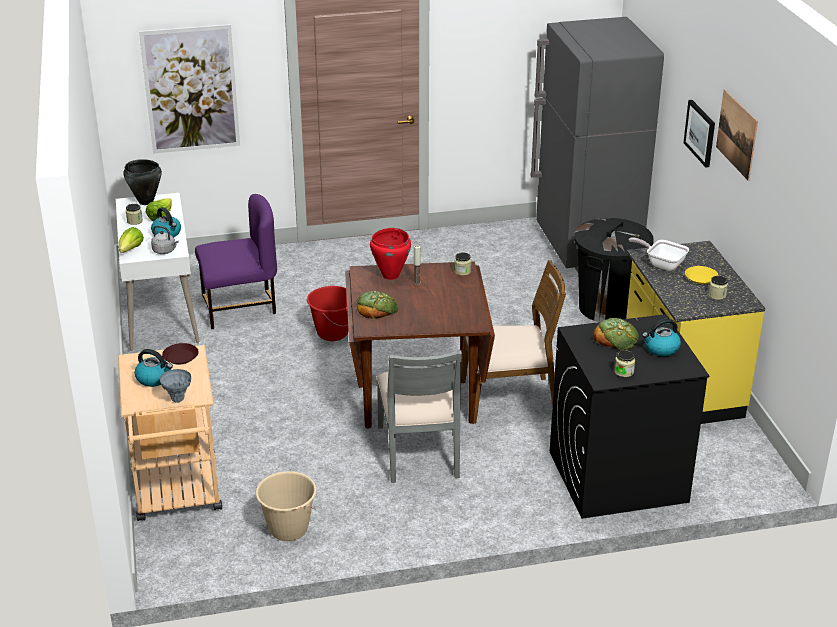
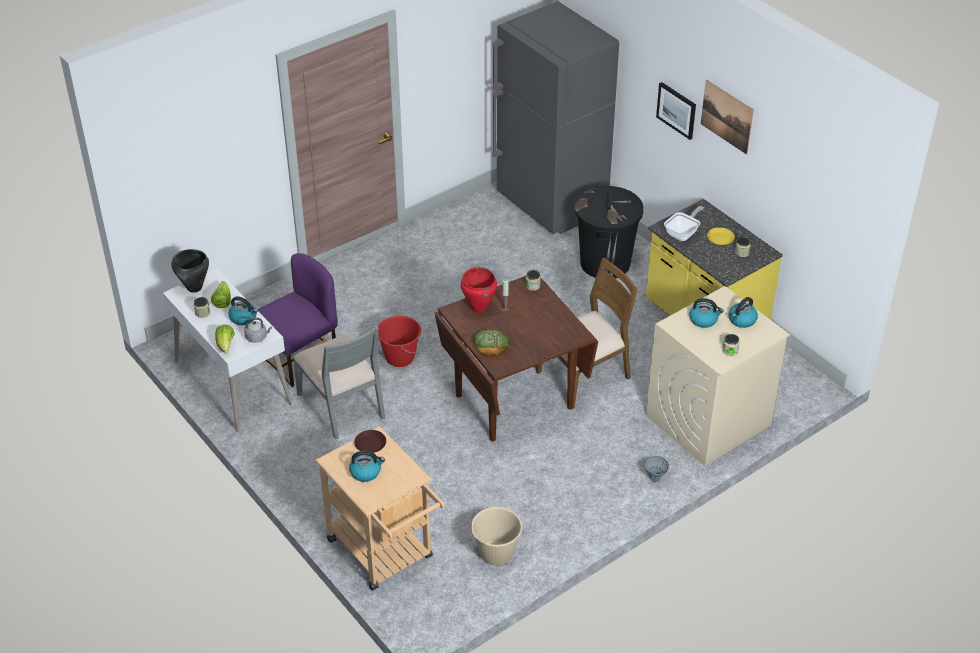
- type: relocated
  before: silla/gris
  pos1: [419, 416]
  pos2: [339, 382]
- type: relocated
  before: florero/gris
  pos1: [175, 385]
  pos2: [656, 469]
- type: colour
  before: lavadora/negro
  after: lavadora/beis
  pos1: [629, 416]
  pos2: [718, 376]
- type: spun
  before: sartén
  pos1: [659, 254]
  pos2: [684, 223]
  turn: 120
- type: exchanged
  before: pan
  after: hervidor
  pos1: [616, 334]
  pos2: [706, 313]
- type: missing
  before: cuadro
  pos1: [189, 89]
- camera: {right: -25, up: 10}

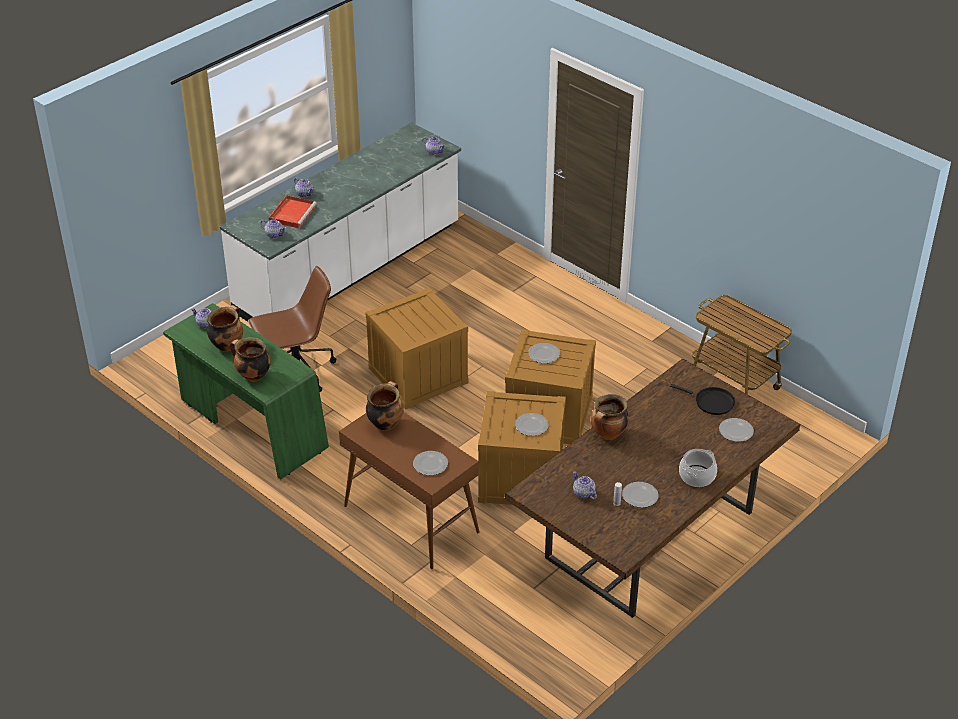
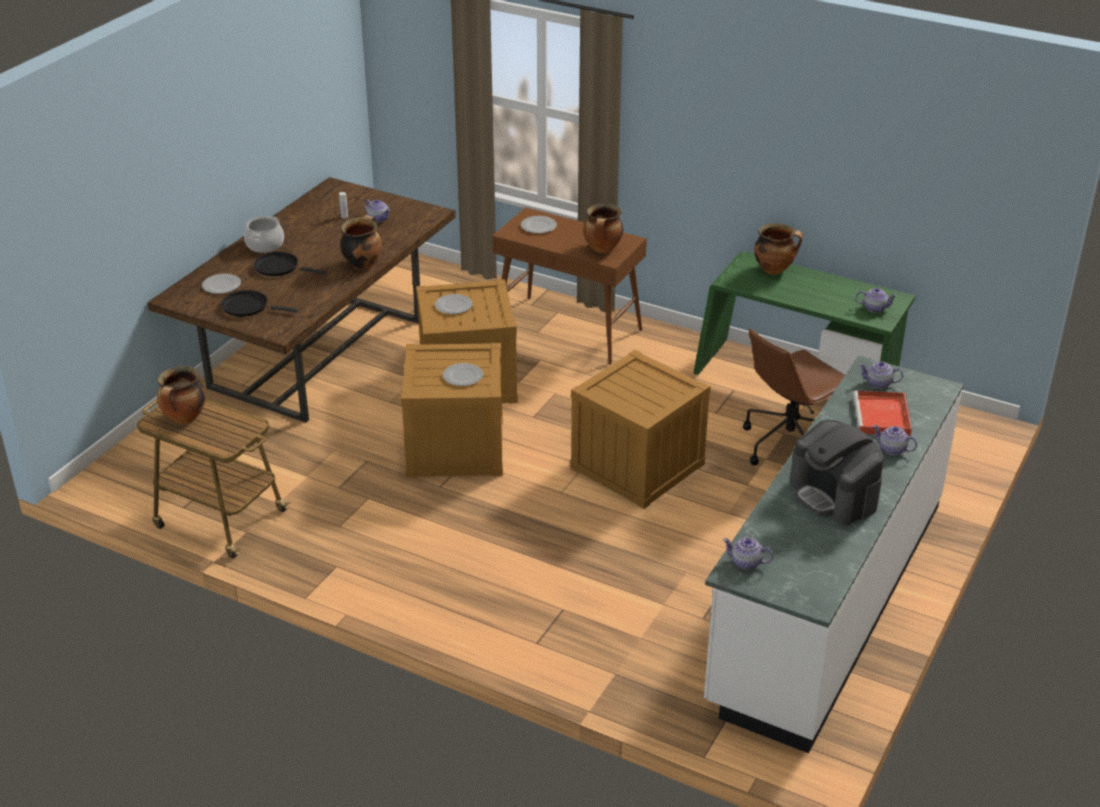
- type: relocated
  before: olla
  pos1: [225, 328]
  pos2: [181, 395]
- type: appeared
  after: sartén/negro
  pos2: [290, 264]
- type: appeared
  after: cafetera
  pos2: [837, 472]
- type: missing
  before: plato
  pos1: [640, 495]
- camera: {right: 165, up: -5}

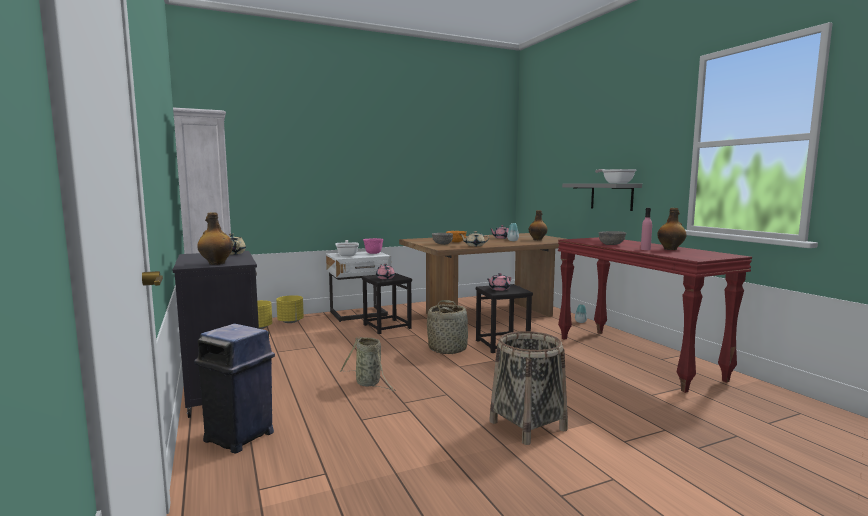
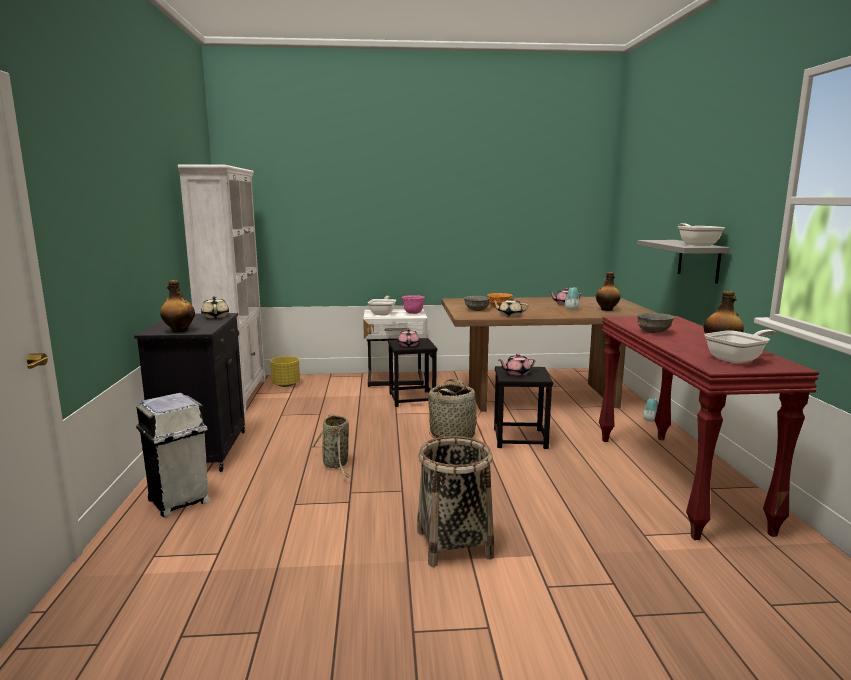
- type: colour
  before: papelera/azul
  after: papelera/blanco
  pos1: [234, 388]
  pos2: [173, 455]
- type: appeared
  after: sartén
  pos2: [740, 346]
- type: missing
  before: maceta/amarillo
  pos1: [290, 309]
- type: missing
  before: botella/rosa
  pos1: [646, 229]
- camera: {right: 20, up: 5}

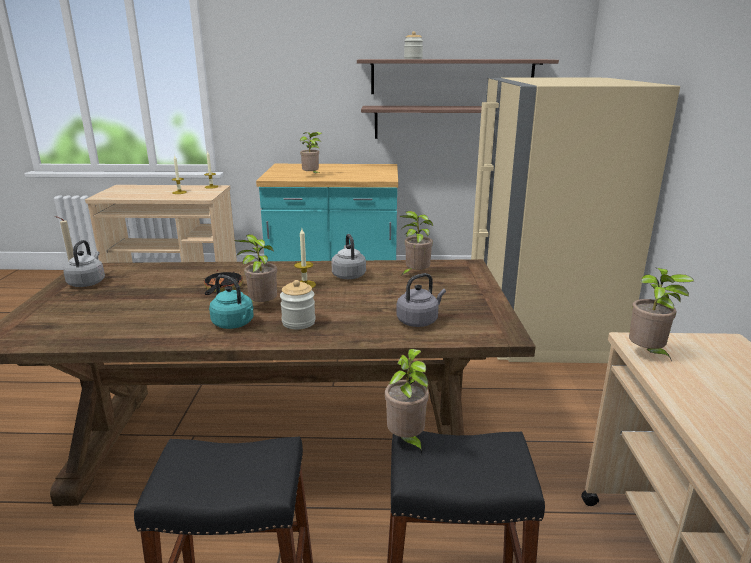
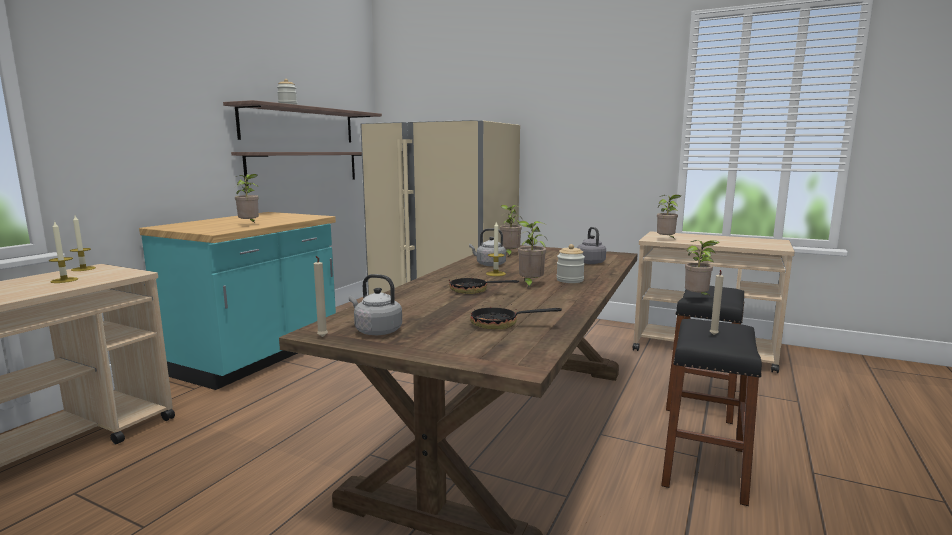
- type: appeared
  after: sartén
  pos2: [516, 317]
- type: appeared
  after: vela/beis
  pos2: [717, 302]
- type: missing
  before: hervidor/turquesa
  pos1: [231, 302]
- camera: {right: -65, up: -10}

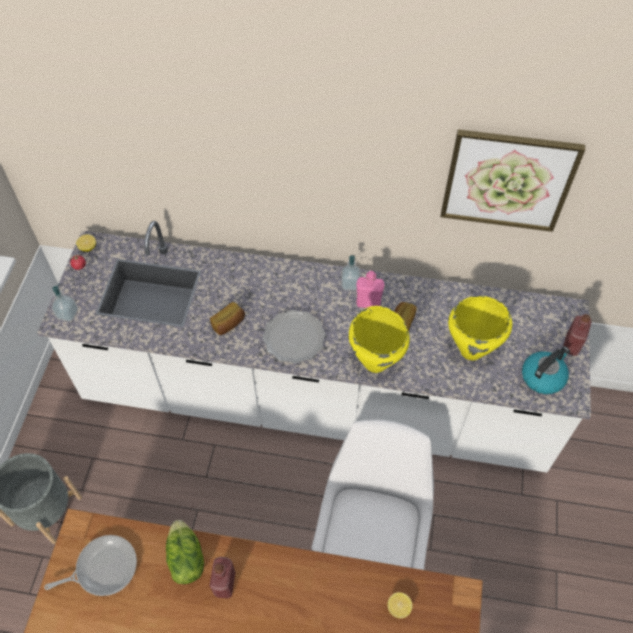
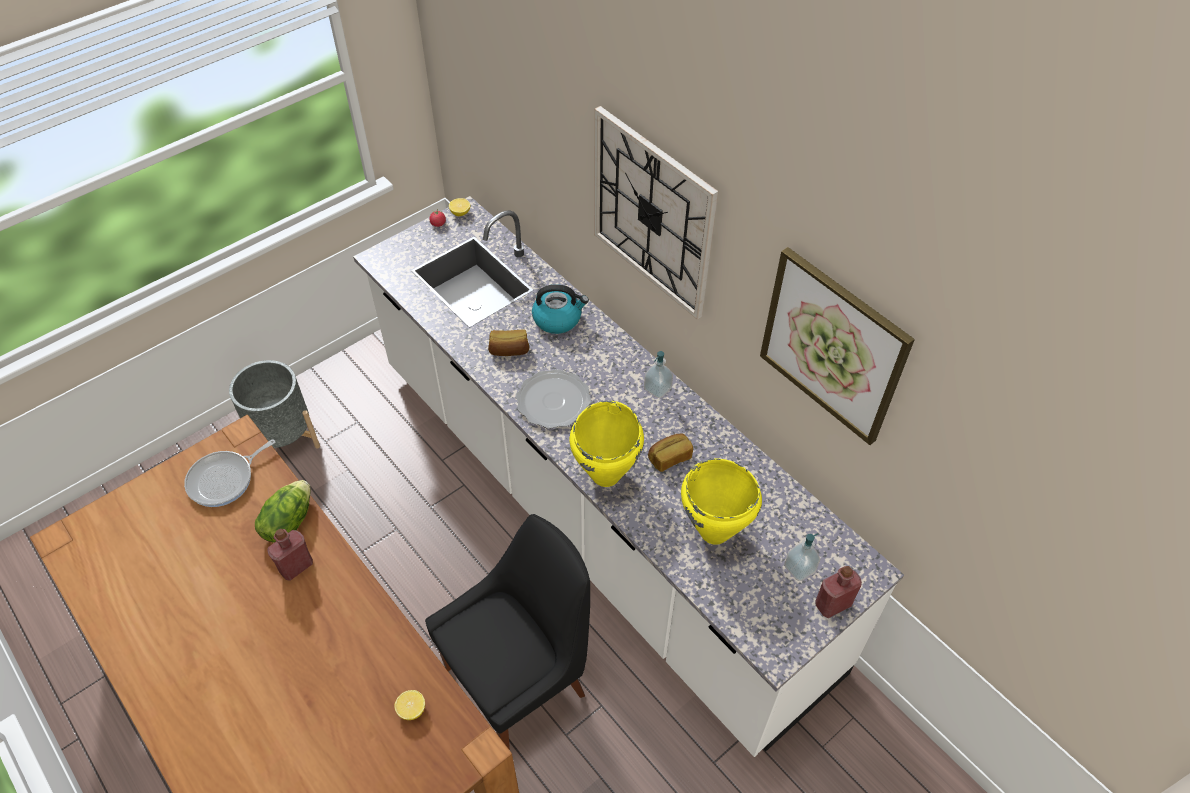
- type: spun
  before: sartén
  pos1: [90, 565]
  pos2: [229, 473]
  turn: 120
- type: colour
  before: silla/blanco
  after: silla/negro
  pos1: [373, 494]
  pos2: [507, 632]
- type: relocated
  before: hervidor
  pos1: [546, 370]
  pos2: [560, 309]
- type: appeared
  after: reloj de pared
  pos2: [656, 212]
- type: relocated
  before: dispensador de jabón
  pos1: [65, 303]
  pos2: [802, 557]
- type: missing
  before: botella/rosa
  pos1: [370, 289]
- camera: {right: 40, up: -5}

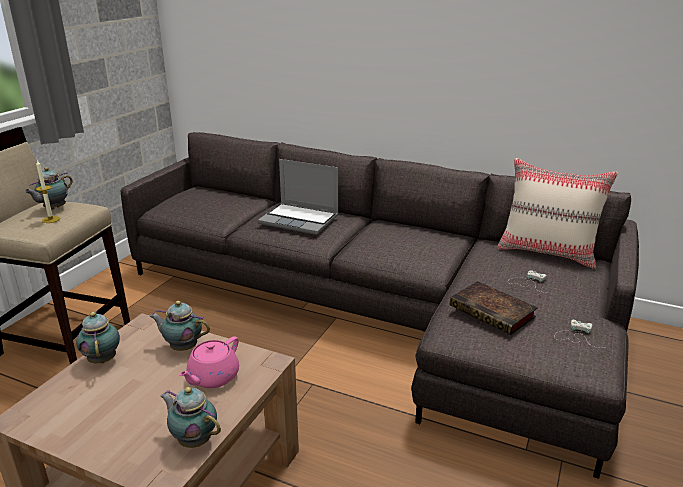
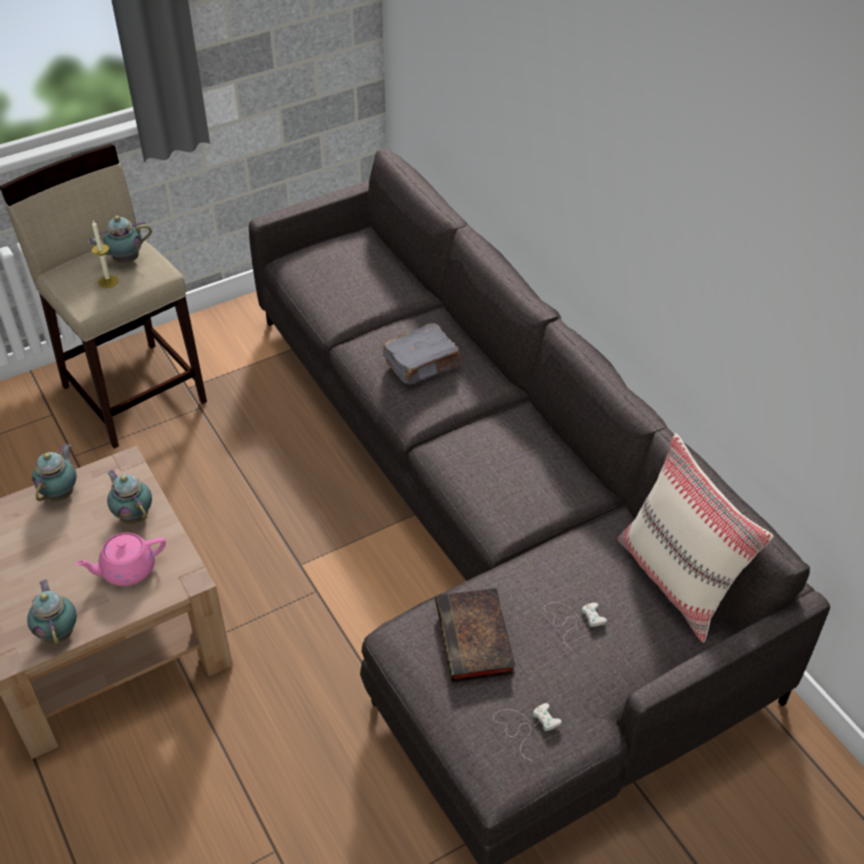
- type: exchanged
  before: portátil
  after: libro/gris
  pos1: [298, 197]
  pos2: [422, 354]
- camera: {right: 35, up: 20}

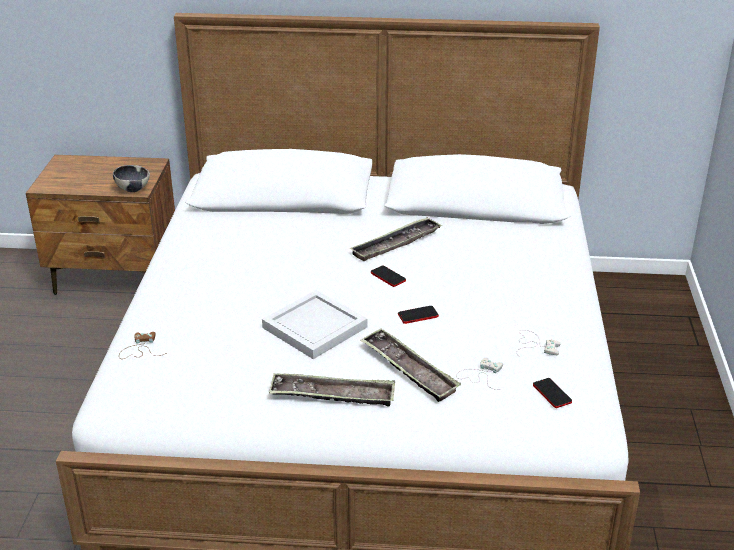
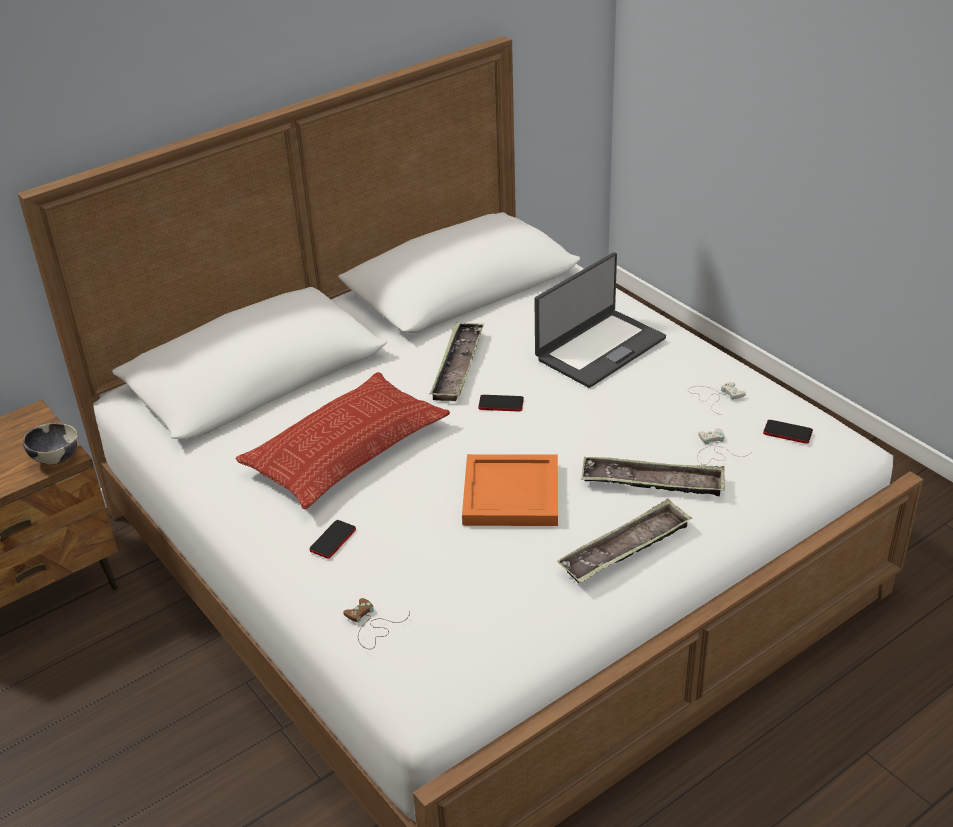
- type: appeared
  after: cojín
  pos2: [342, 440]
- type: relocated
  before: móvil
  pos1: [418, 315]
  pos2: [333, 539]
- type: colour
  before: bandeja/blanco
  after: bandeja/naranja
  pos1: [314, 324]
  pos2: [510, 490]
- type: appeared
  after: portátil
  pos2: [600, 320]
- camera: {right: -40, up: 5}

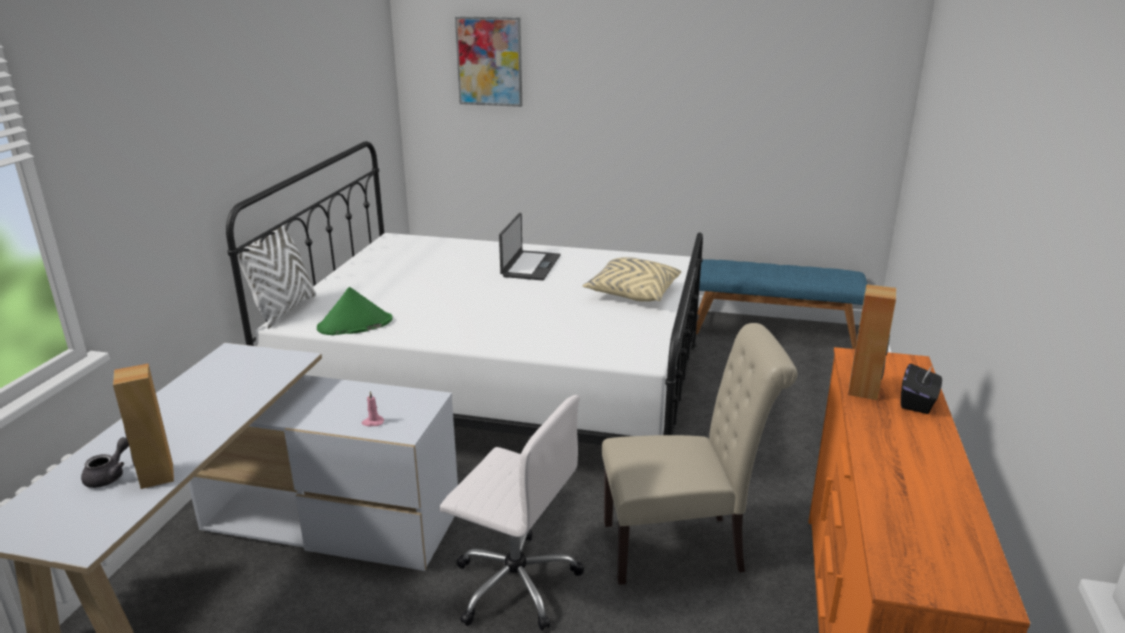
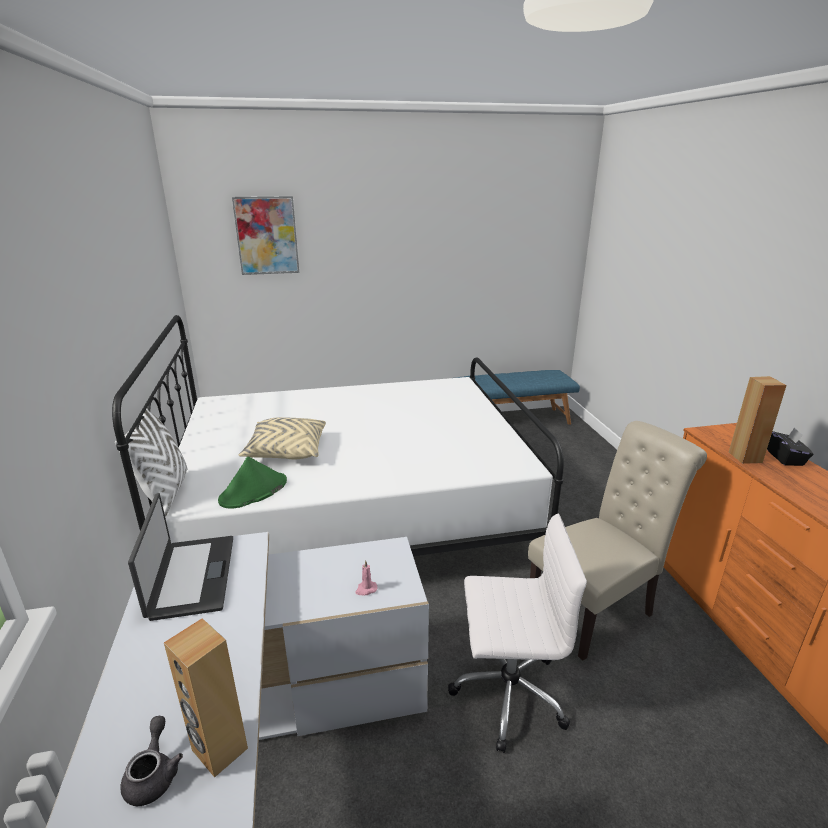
- type: relocated
  before: portátil
  pos1: [529, 246]
  pos2: [180, 557]
- type: relocated
  before: cojín/beis
  pos1: [632, 279]
  pos2: [282, 438]
- camera: {right: -25, up: 0}

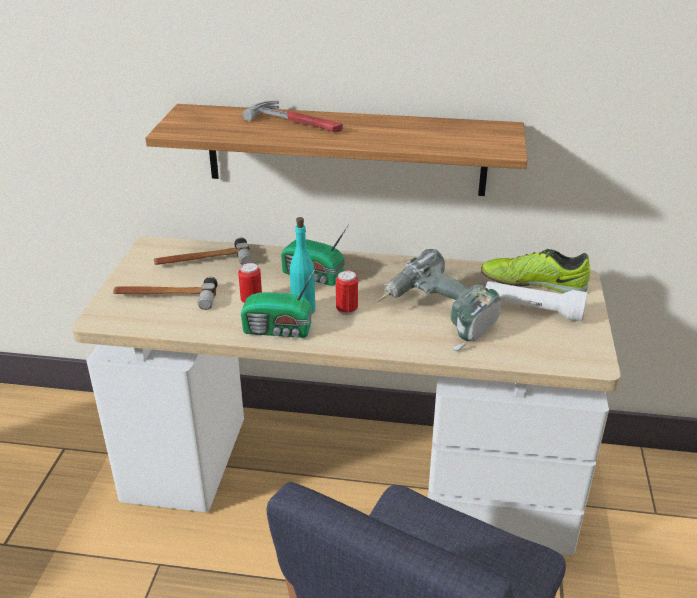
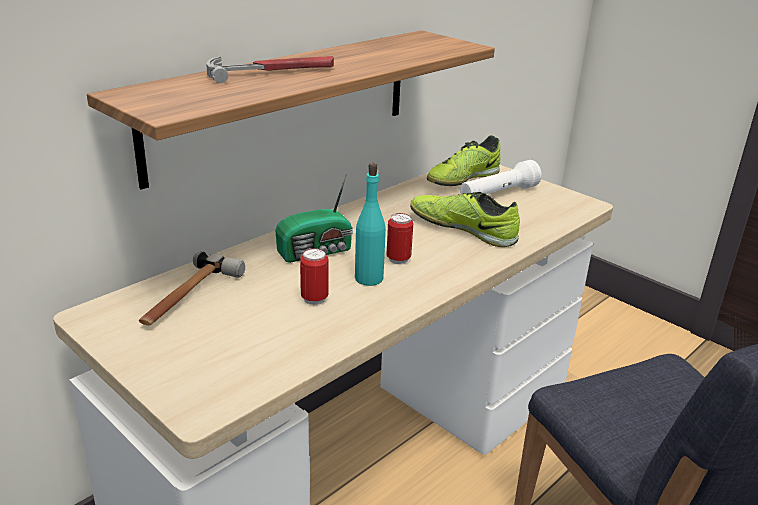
- type: exchanged
  before: taladro
  after: zapato
  pos1: [438, 300]
  pos2: [465, 219]
- type: missing
  before: martillo
  pos1: [165, 293]
- type: missing
  before: radio
  pos1: [278, 303]
- camera: {right: -55, up: -5}

